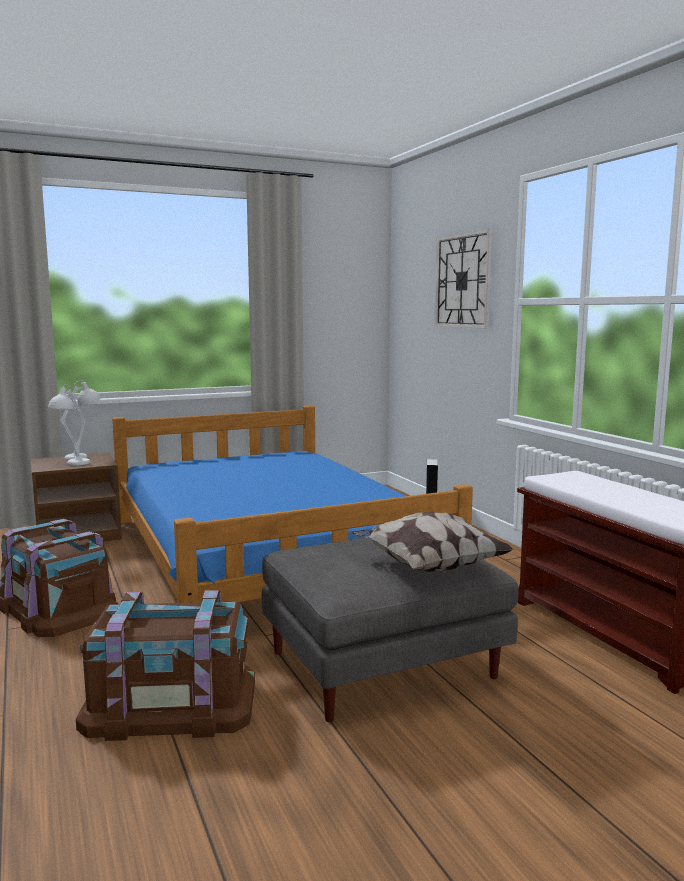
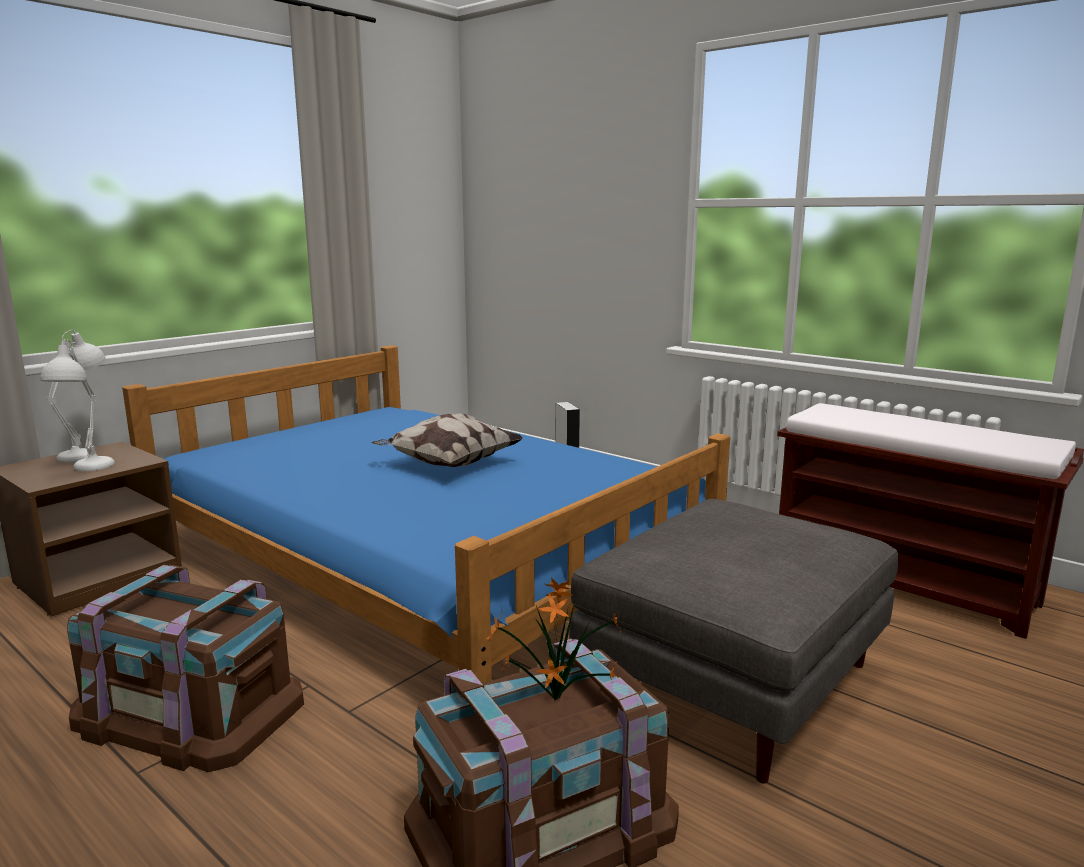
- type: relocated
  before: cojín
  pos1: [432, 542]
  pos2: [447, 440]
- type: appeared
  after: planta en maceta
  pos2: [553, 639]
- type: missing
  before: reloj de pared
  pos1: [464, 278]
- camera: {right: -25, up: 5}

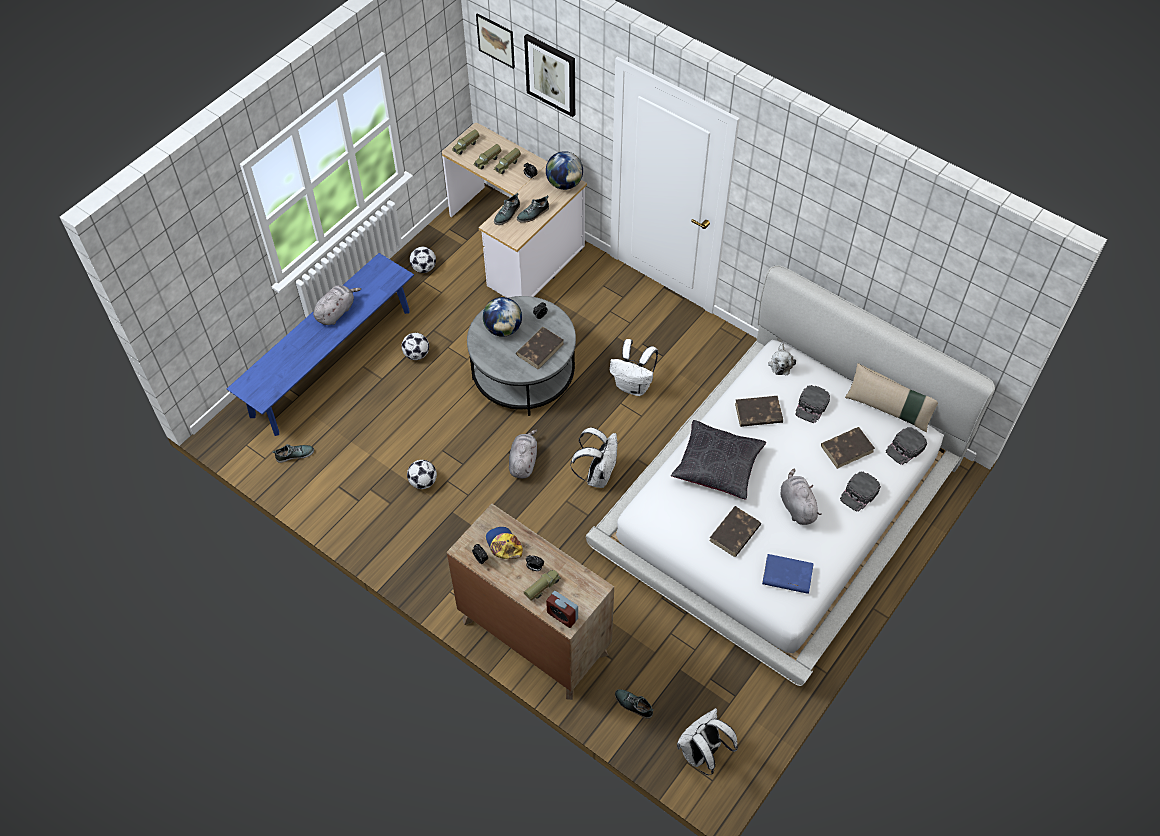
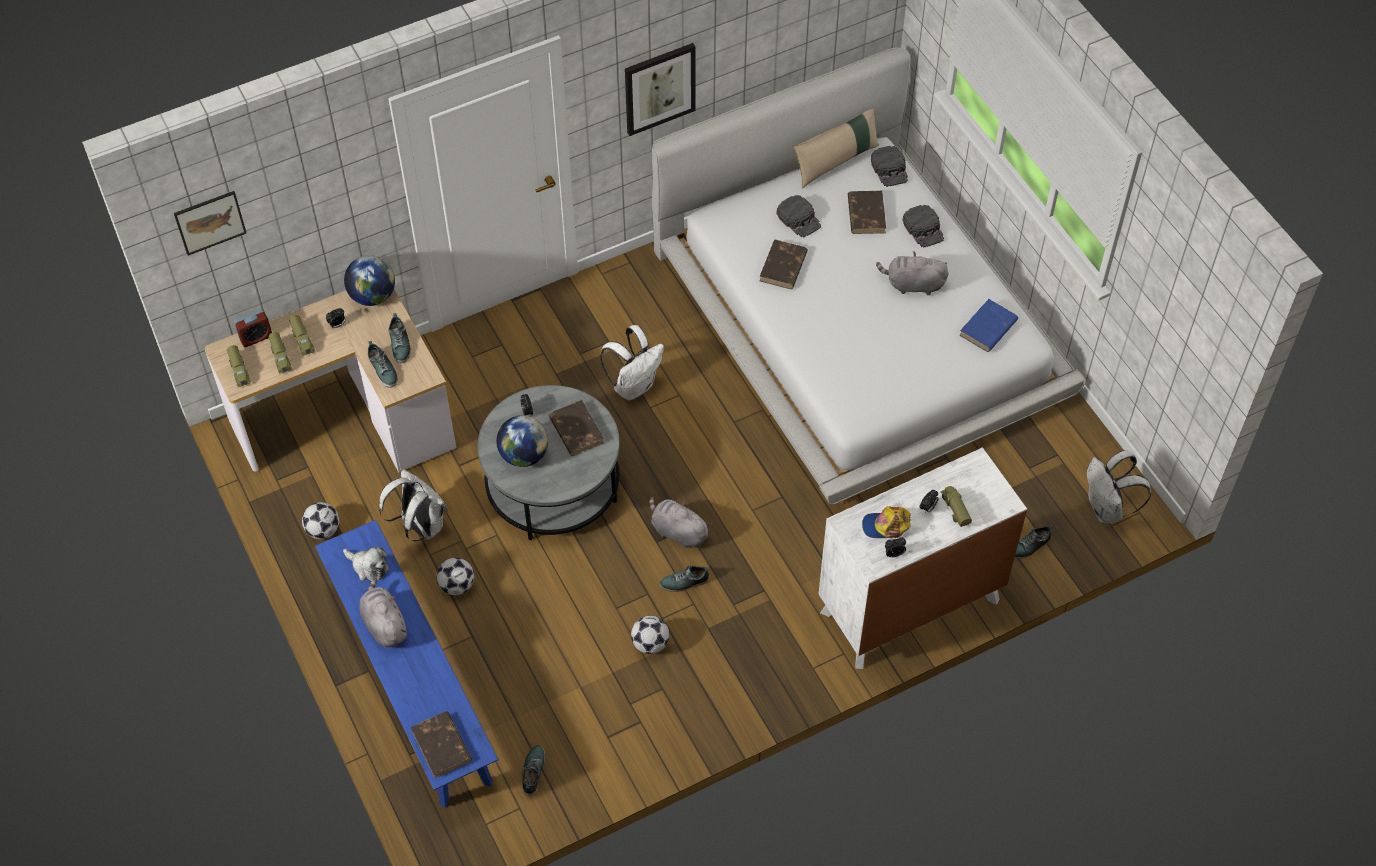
- type: relocated
  before: despertador
  pos1: [562, 609]
  pos2: [253, 328]
- type: relocated
  before: peluche
  pos1: [782, 358]
  pos2: [366, 564]
- type: relocated
  before: mochila/blanco
  pos1: [594, 457]
  pos2: [413, 505]
- type: relocated
  before: libro/marrón
  pos1: [735, 531]
  pos2: [441, 744]
- type: relocated
  before: cuadro
  pos1: [549, 75]
  pos2: [660, 89]
- type: appeared
  after: zapato
  pos2: [684, 578]
- type: colour
  before: cómoda/marrón
  after: cómoda/blanco
  pos1: [530, 602]
  pos2: [923, 558]
- type: missing
  before: cojín/negro
  pos1: [718, 460]
- camera: {right: -65, up: 0}

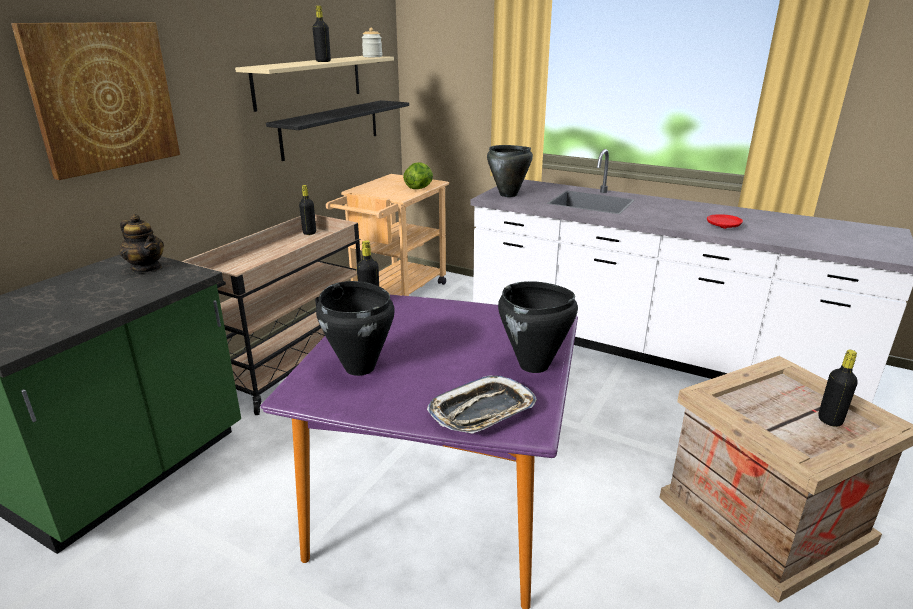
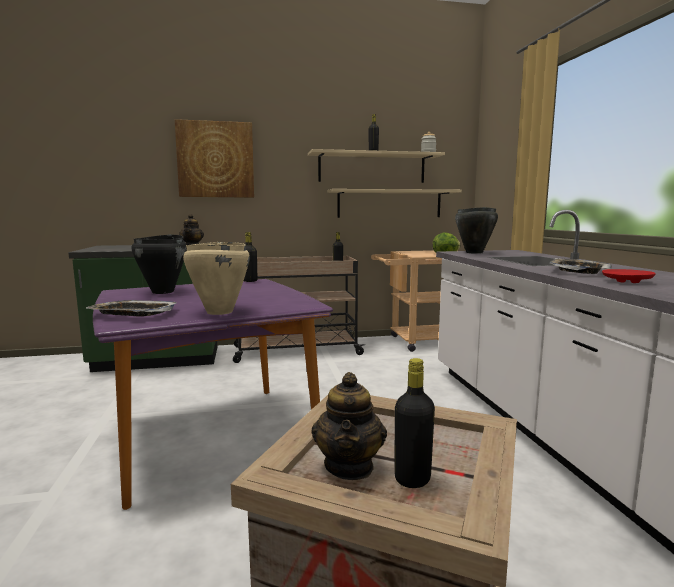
- type: colour
  before: olla/negro
  after: olla/beis
  pos1: [538, 327]
  pos2: [216, 278]
- type: appeared
  after: tetera
  pos2: [349, 426]
- type: colour
  before: estante/negro
  after: estante/beis
  pos1: [337, 130]
  pos2: [394, 203]
- type: appeared
  after: bandeja
  pos2: [581, 266]
- camera: {right: 50, up: -15}

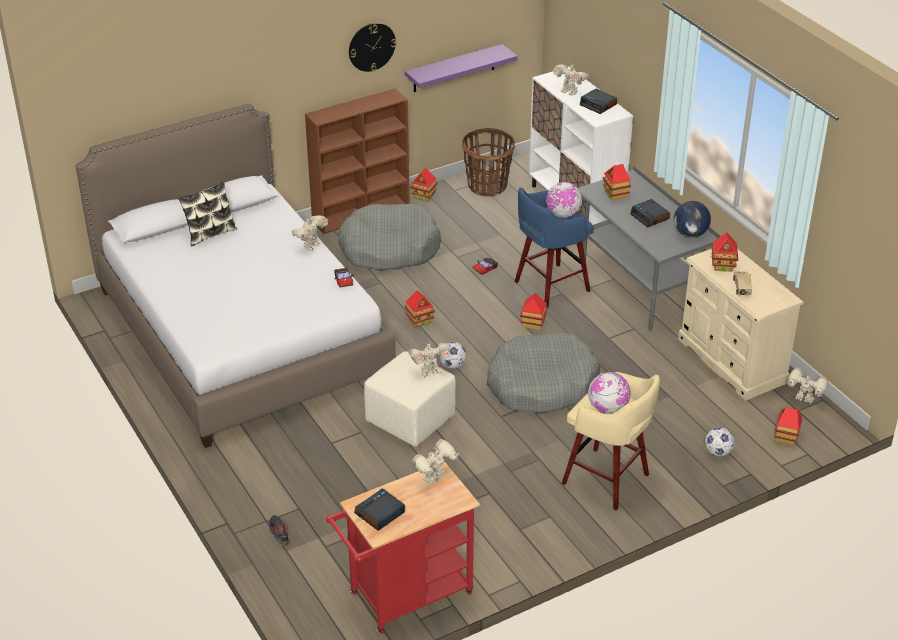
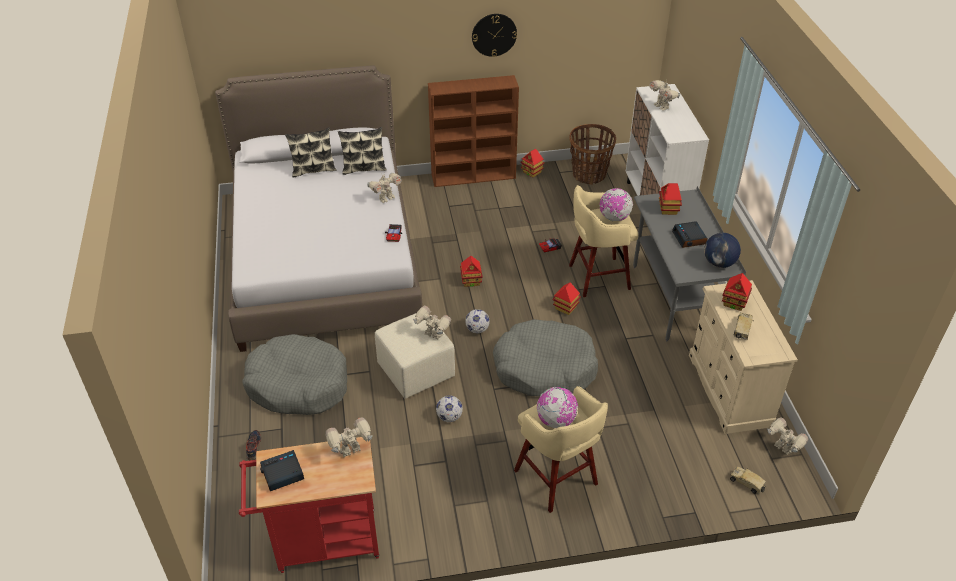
- type: relocated
  before: cama para perro/gris
  pos1: [389, 237]
  pos2: [294, 374]
- type: appeared
  after: cojín
  pos2: [362, 151]
- type: spun
  before: robot de juguete
  pos1: [429, 359]
  pos2: [432, 323]
  turn: -150
- type: relocated
  before: balón de fútbol
  pos1: [719, 442]
  pos2: [449, 408]
- type: colour
  before: taburete/azul
  after: taburete/beis
  pos1: [554, 248]
  pos2: [604, 241]
- type: exchanged
  before: casita
  after: camión de juguete
  pos1: [788, 426]
  pos2: [748, 480]
- type: missing
  before: estante/morado
  pos1: [461, 68]
- type: missing
  before: despertador
  pos1: [598, 101]
- camera: {right: 20, up: 5}

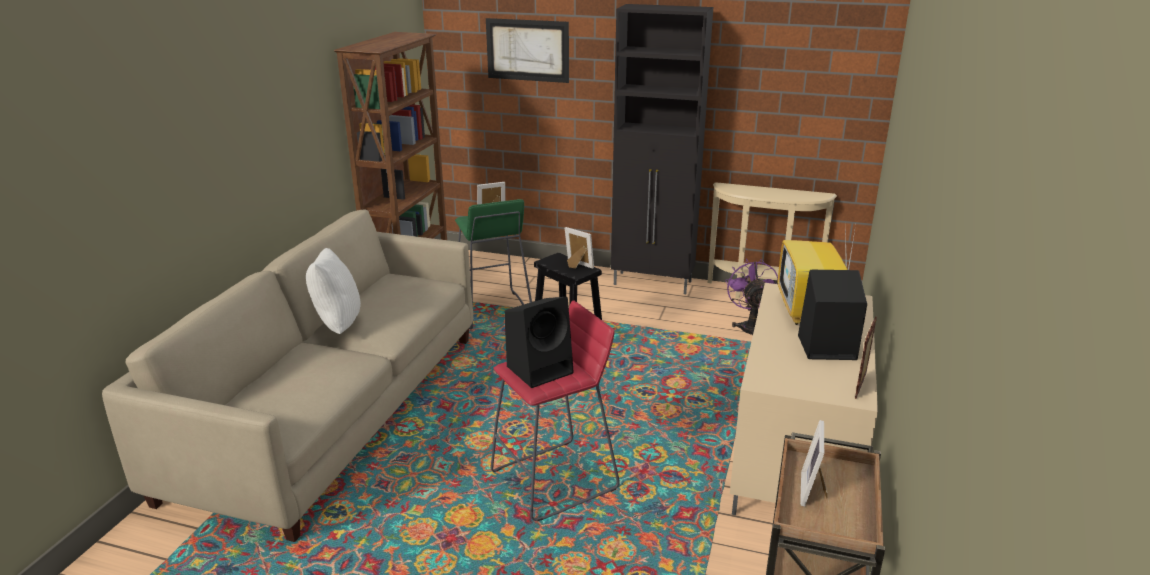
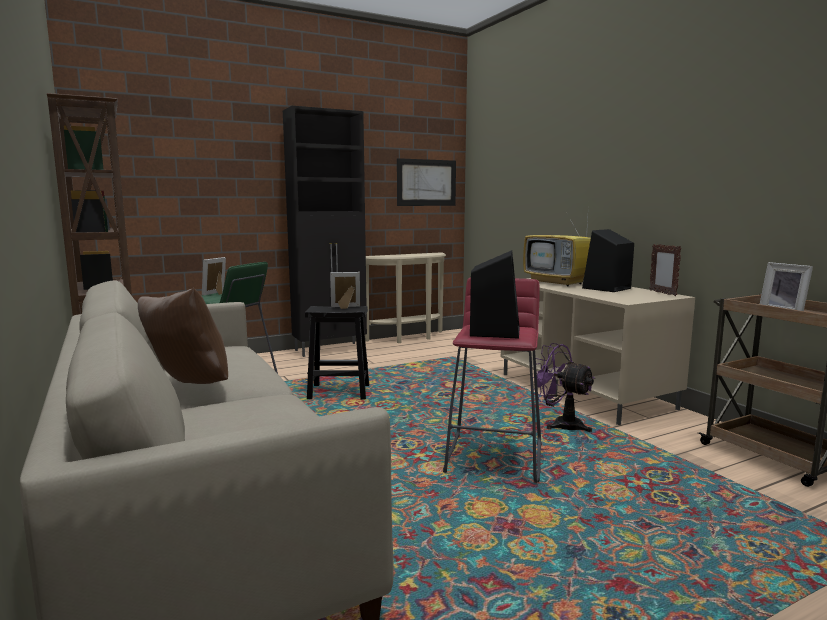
- type: colour
  before: cojín/blanco
  after: cojín/marrón
  pos1: [333, 291]
  pos2: [183, 336]
- type: relocated
  before: cuadro
  pos1: [527, 50]
  pos2: [426, 182]
- type: relocated
  before: ventilador/morado
  pos1: [751, 297]
  pos2: [564, 387]
- camera: {right: -45, up: -15}

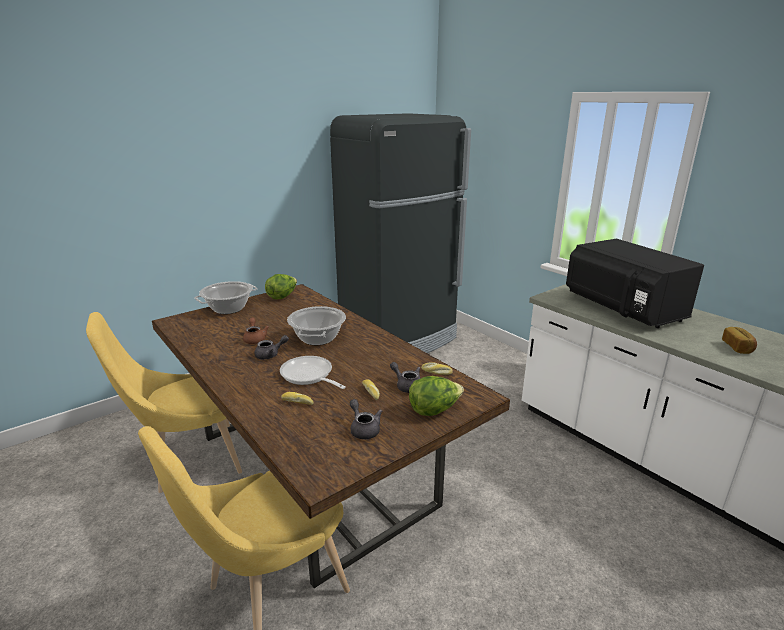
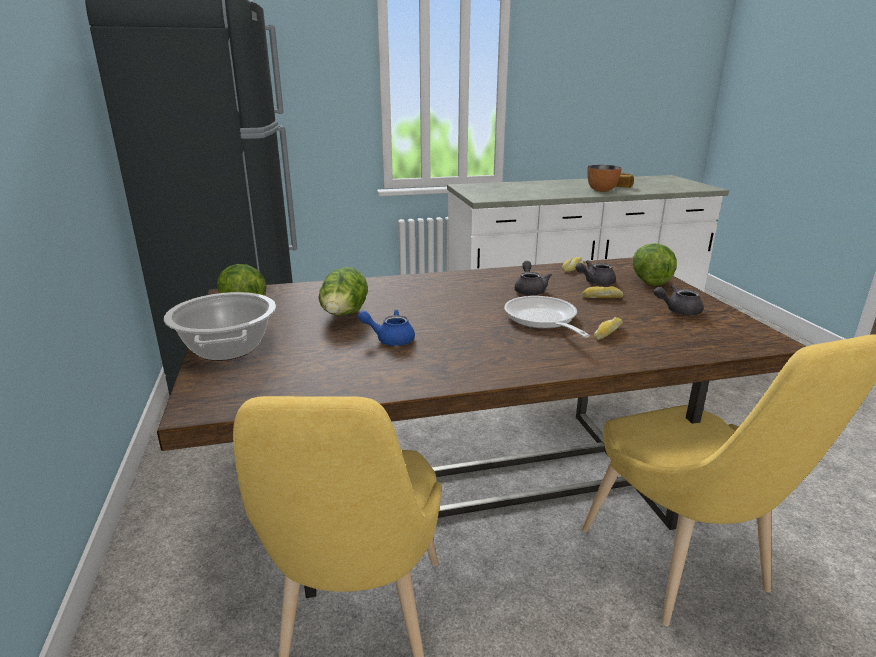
- type: appeared
  after: lechuga
  pos2: [343, 291]
- type: colour
  before: tetera/marrón
  after: tetera/azul
  pos1: [256, 331]
  pos2: [386, 328]
- type: spun
  before: sartén
  pos1: [312, 372]
  pos2: [547, 317]
  turn: 90
- type: relocated
  before: tetera/gris
  pos1: [271, 347]
  pos2: [533, 278]
- type: appeared
  after: cuenco
  pos2: [604, 178]
- type: missing
  before: olla
  pos1: [316, 325]
- type: missing
  before: microondas/negro
  pos1: [635, 283]
- camera: {right: -65, up: 0}

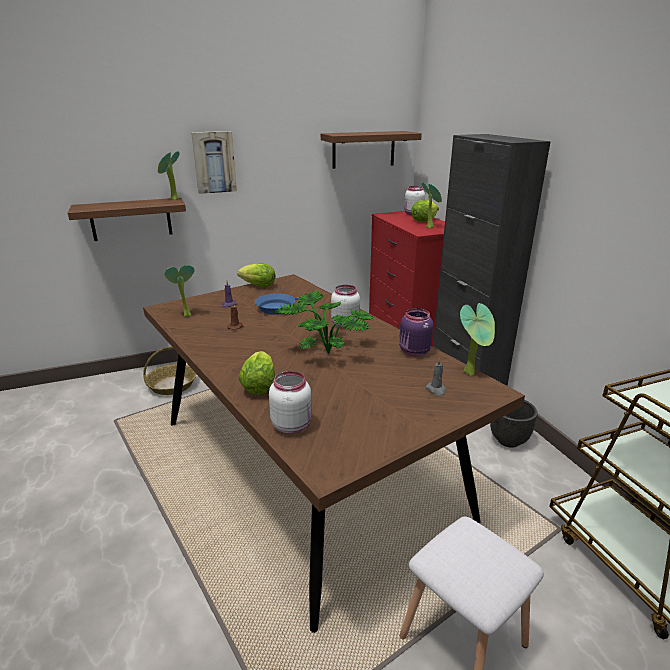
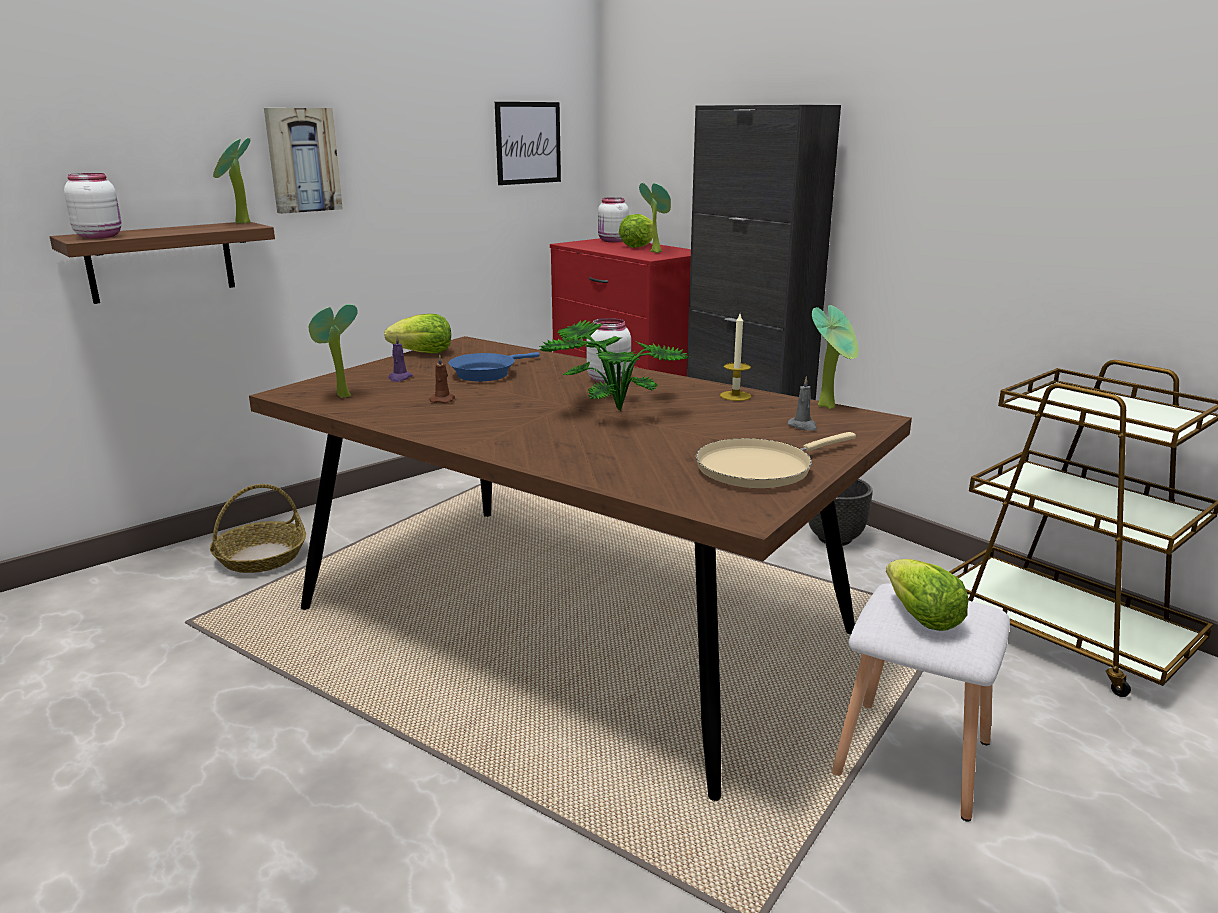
- type: relocated
  before: tarro/blanco
  pos1: [290, 402]
  pos2: [93, 206]
- type: exchanged
  before: estante
  after: cuadro
  pos1: [371, 150]
  pos2: [528, 143]
- type: appeared
  after: sartén/beis
  pos2: [776, 460]
- type: exchanged
  before: tarro/morado
  after: vela
  pos1: [416, 332]
  pos2: [735, 357]
- type: relocated
  before: lechuga
  pos1: [257, 373]
  pos2: [927, 595]
- camera: {right: -20, up: -5}

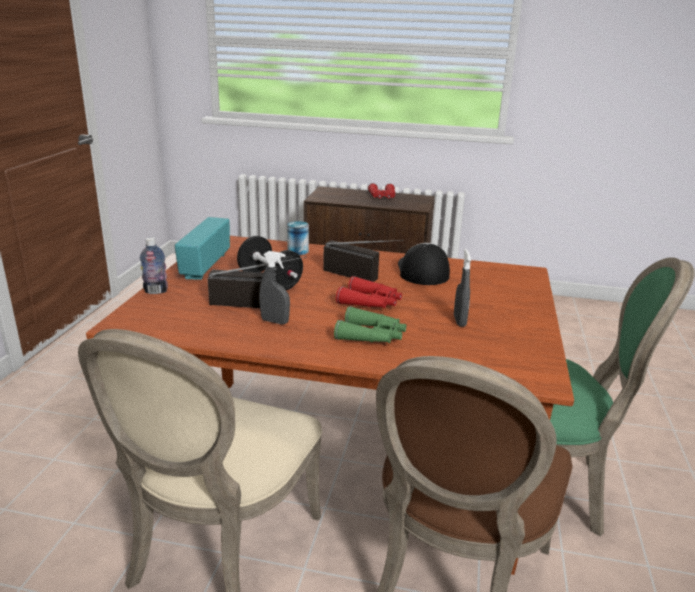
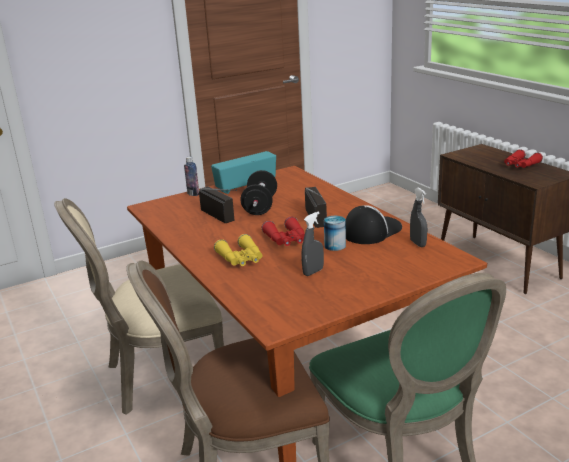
- type: colour
  before: prismáticos/verde
  after: prismáticos/amarillo
  pos1: [370, 324]
  pos2: [238, 250]
- type: relocated
  before: lata
  pos1: [298, 238]
  pos2: [335, 233]
- type: relocated
  before: pulverizador/gris
  pos1: [274, 287]
  pos2: [418, 217]
- camera: {right: 50, up: 0}

